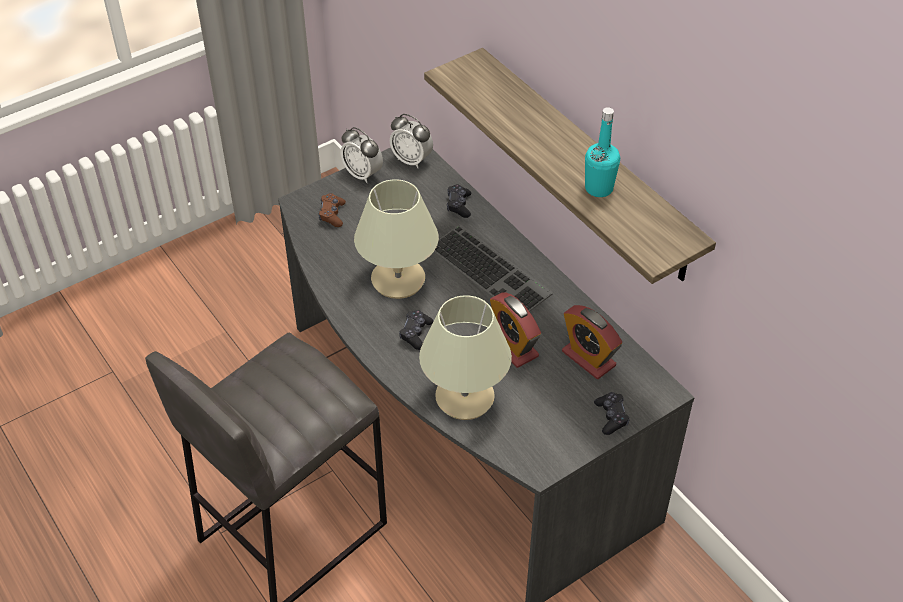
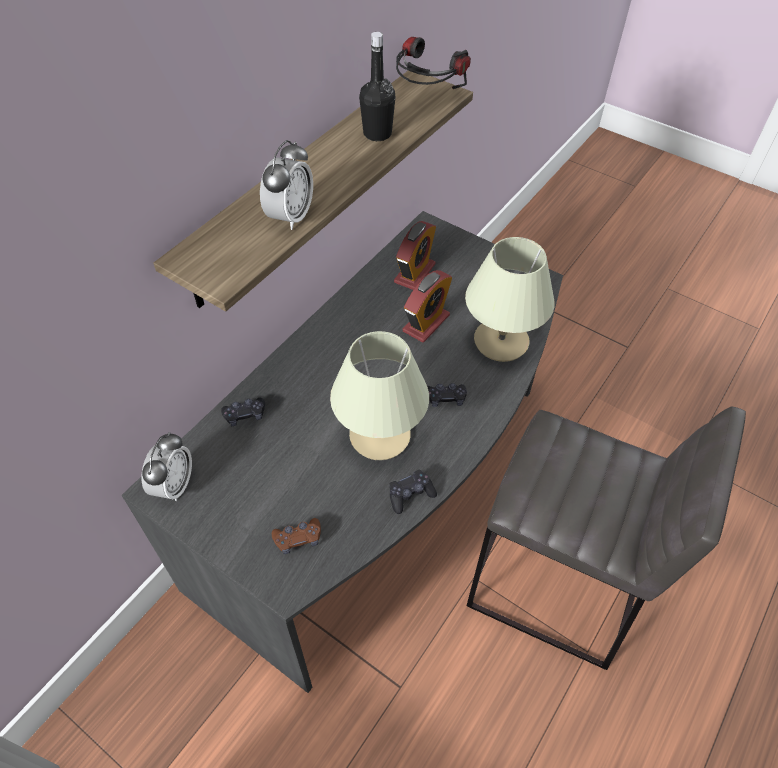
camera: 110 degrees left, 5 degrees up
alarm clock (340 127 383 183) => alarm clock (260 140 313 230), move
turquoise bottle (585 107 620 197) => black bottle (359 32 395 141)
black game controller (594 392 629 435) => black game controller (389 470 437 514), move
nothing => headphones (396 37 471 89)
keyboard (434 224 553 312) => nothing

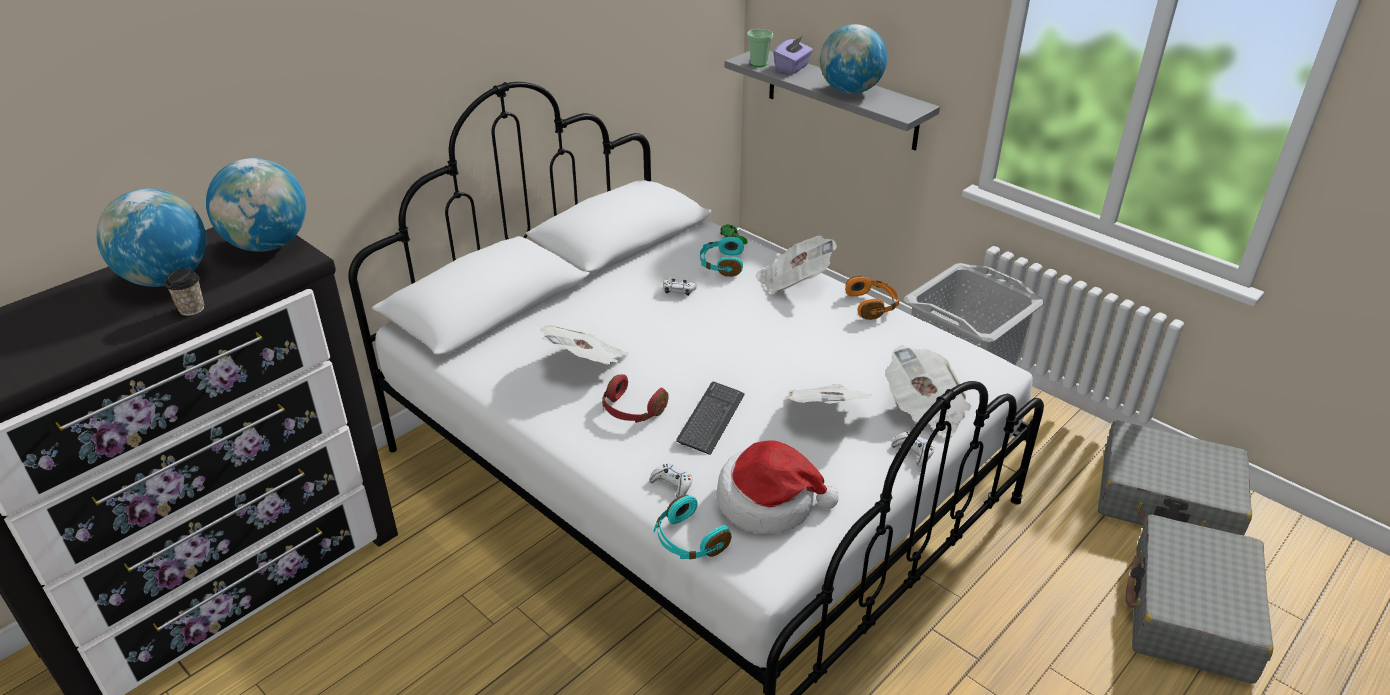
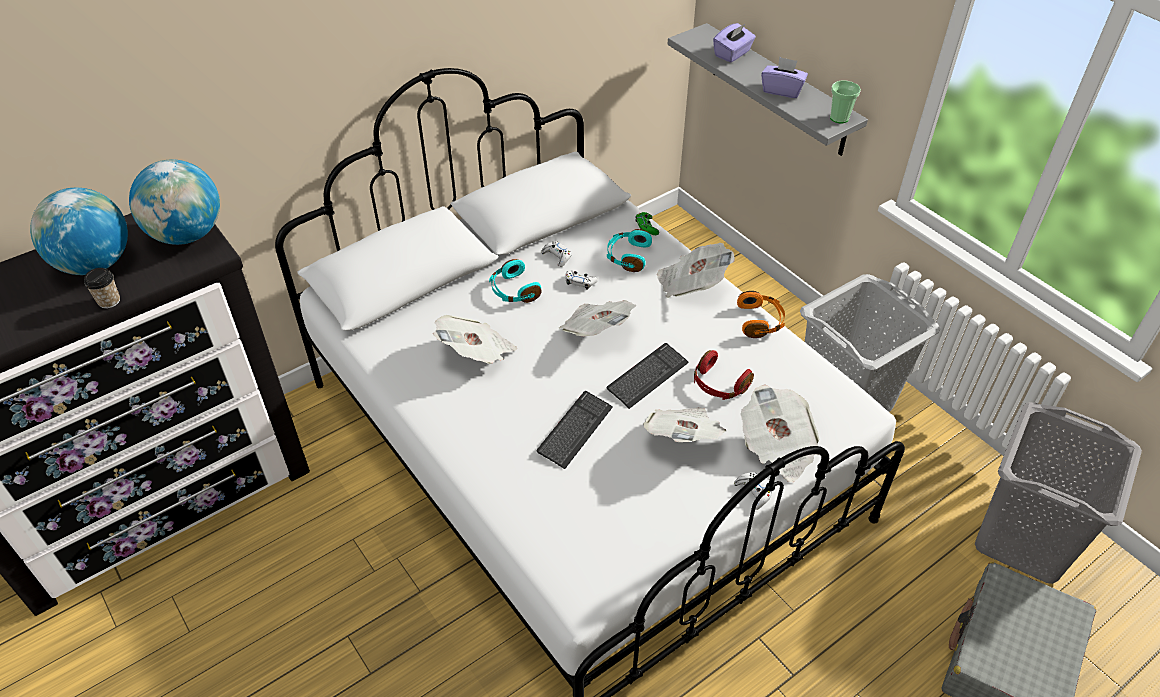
camera: 10 degrees right, 10 degrees up
turquoise headphones (654 495 731 559) => turquoise headphones (489 259 541 303), move
white game controller (649 463 692 498) => white game controller (541 241 571 267), move
nothing => newspaper (559 300 636 336)
nothing => keyboard (607 343 688 409)
red headphones (602 374 668 423) => red headphones (694 350 754 400), move
globe (820 24 887 94) => purple tissue box (761 57 808 98)
cup (747 29 773 67) => cup (830 81 861 123), move
grey suitcase (1098 420 1252 535) => grey laundry basket (975 402 1142 584)
hat (716 440 839 534) => nothing

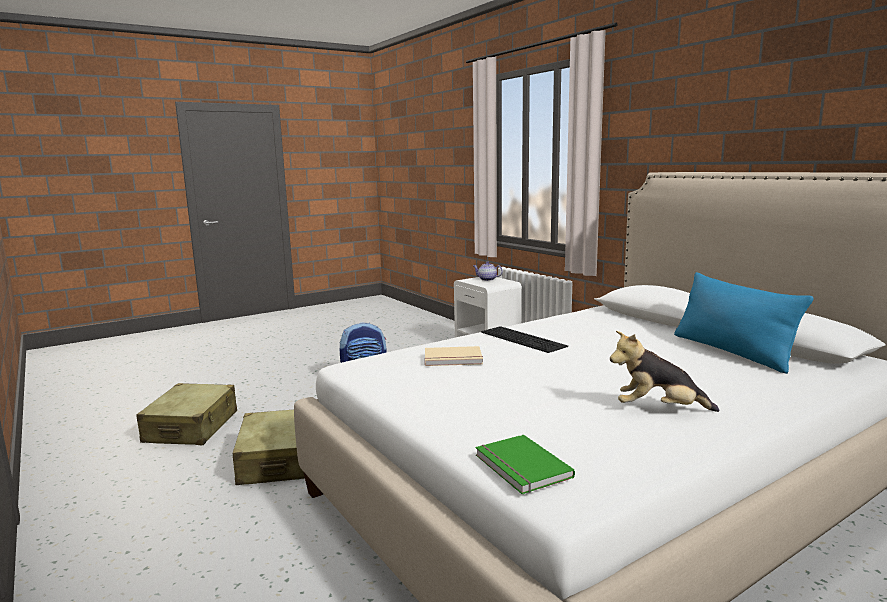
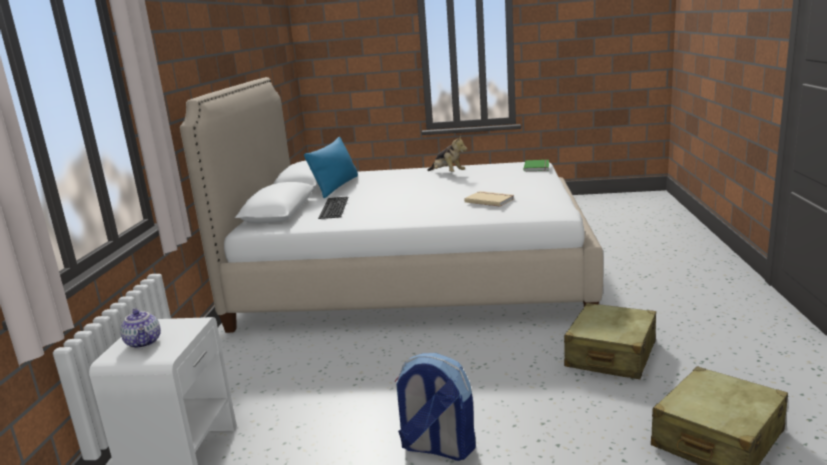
camera: 140 degrees left, 5 degrees up
keyboard (481 326 568 353) => keyboard (318 197 348 219), move

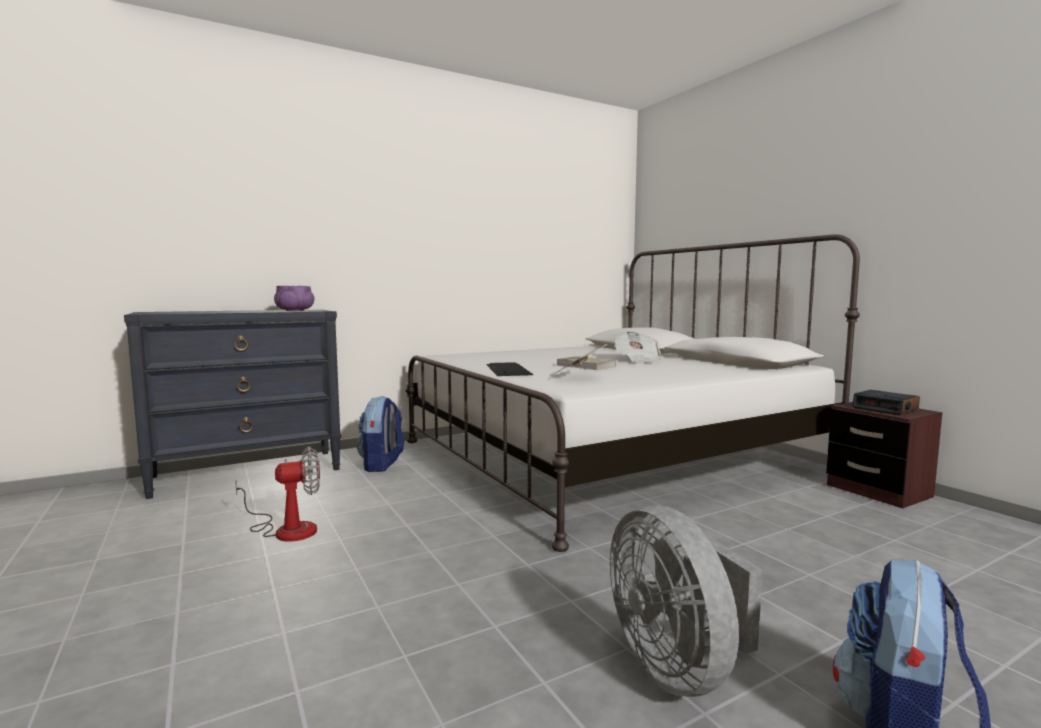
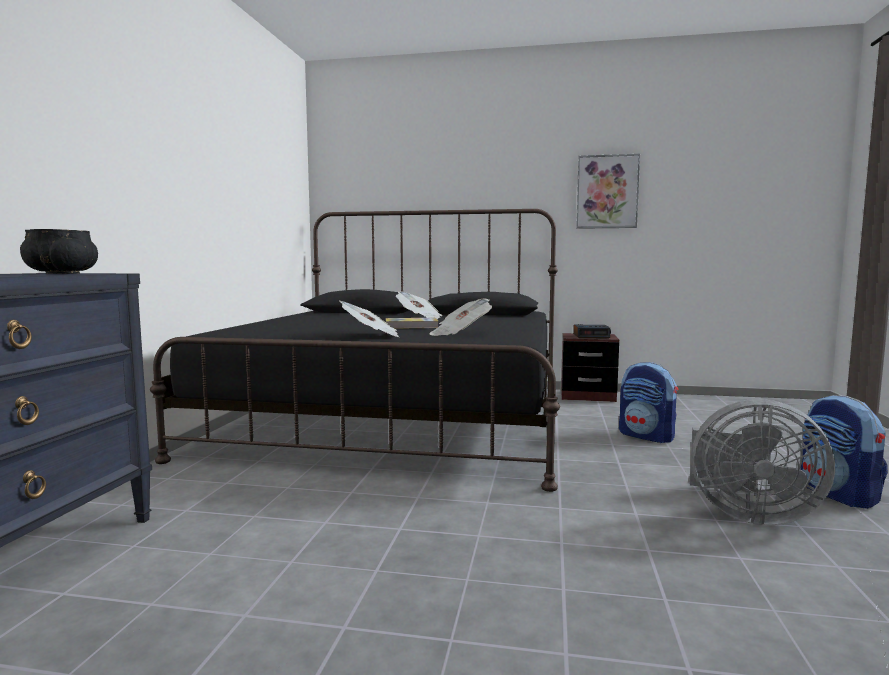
camera: 50 degrees left, 0 degrees up
purple bowl (274 286 314 311) => black bowl (20 229 98 274)
white bed (406 234 860 552) => black bed (150 209 560 492)
keyboard (487 362 533 376) => newspaper (340 301 400 338)
nothing => picture (576 154 640 229)
backpack (357 396 404 472) => backpack (619 362 679 443), move
fan (235 447 320 542) => nothing

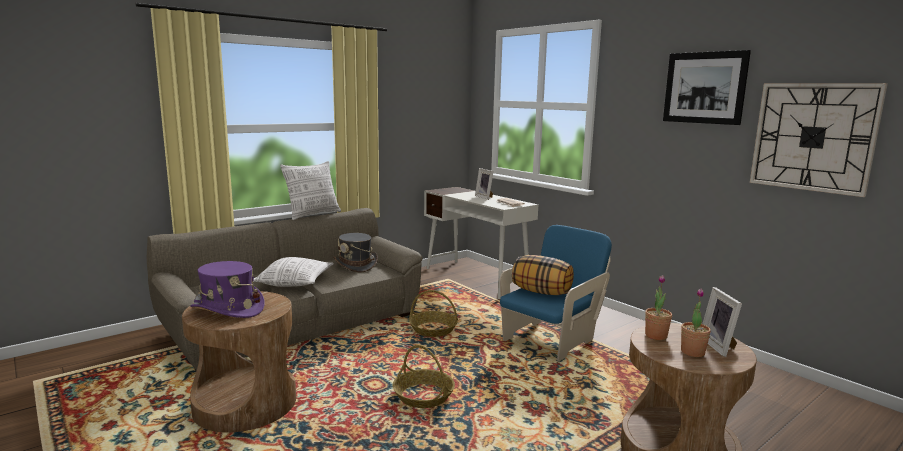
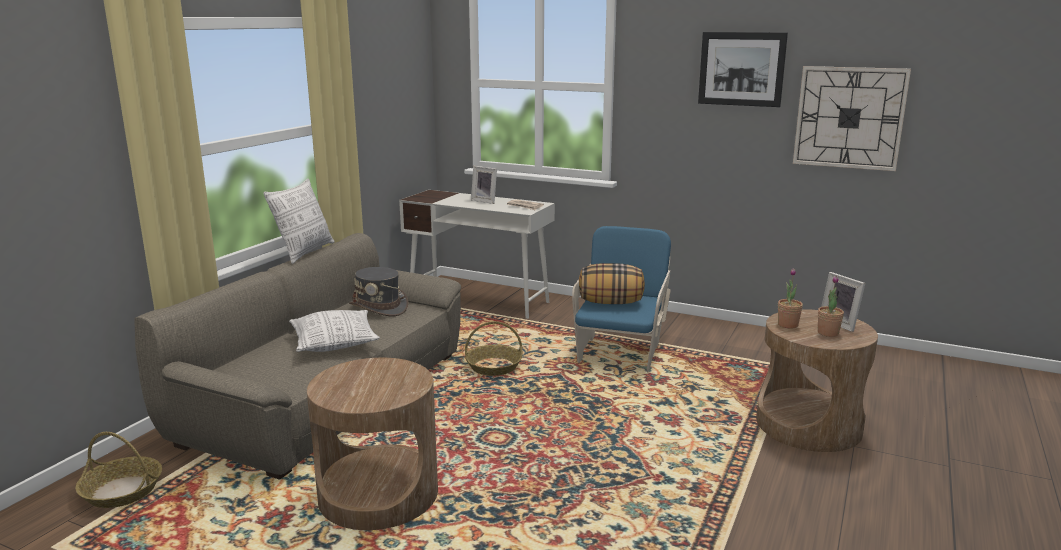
camera: 25 degrees left, 5 degrees up
basket (393 345 455 408) => basket (75 432 162 508), move
purple hat (190 261 265 318) => nothing

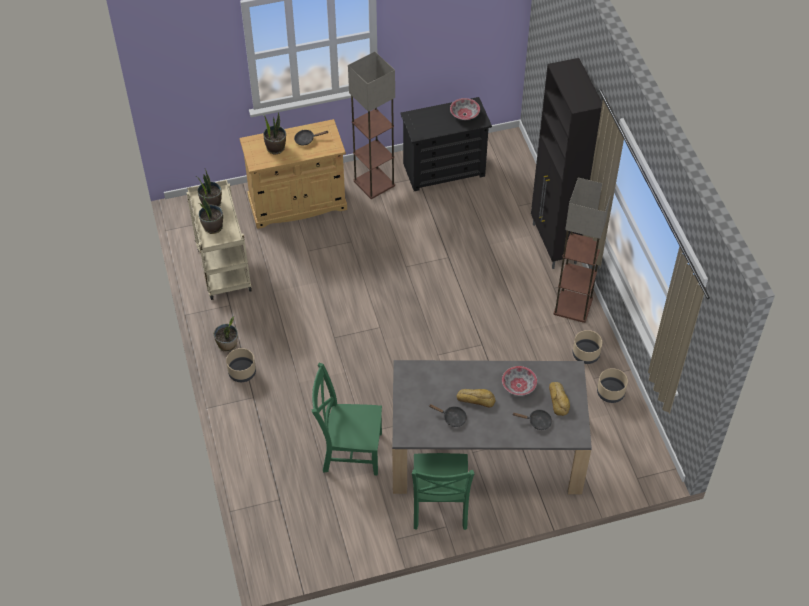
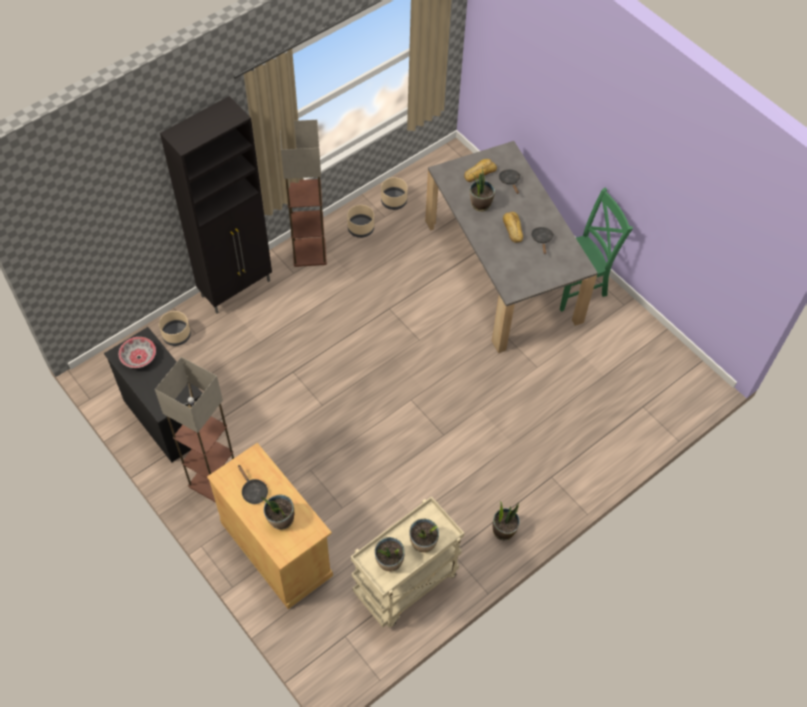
camera: 115 degrees left, 5 degrees up
beige planter (226 348 256 382) => beige planter (159 311 191 346), move
bowl (502 366 537 396) => potted plant (470 166 495 211)
green chair (312 363 382 476) => nothing

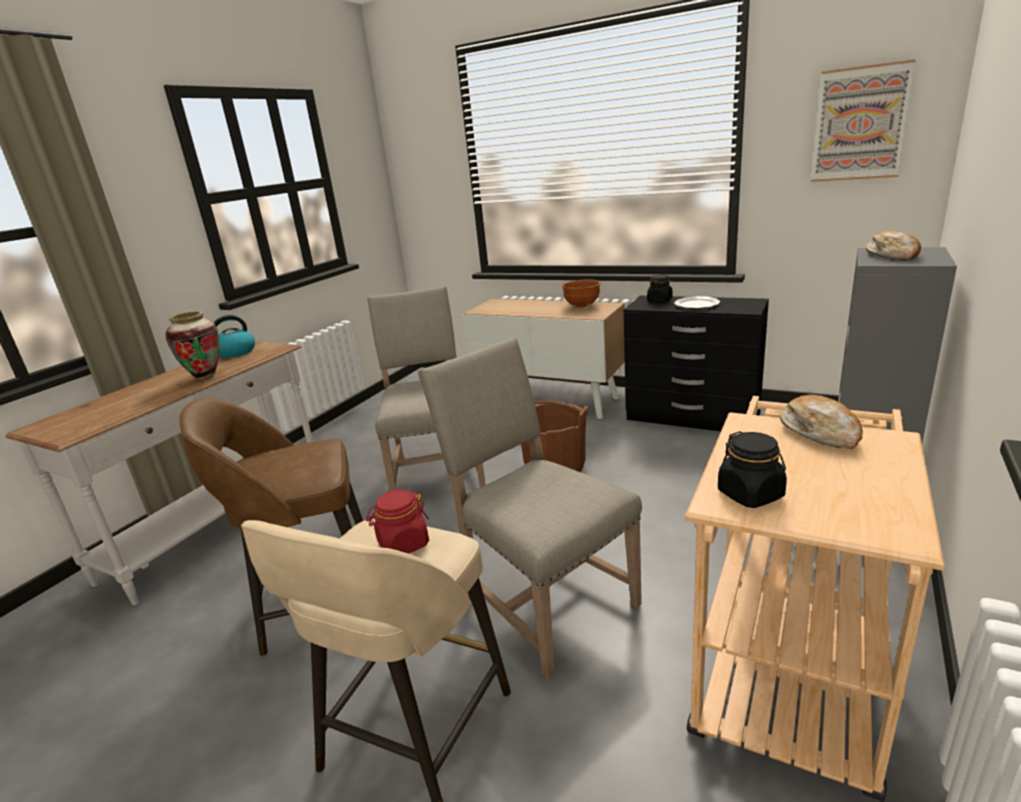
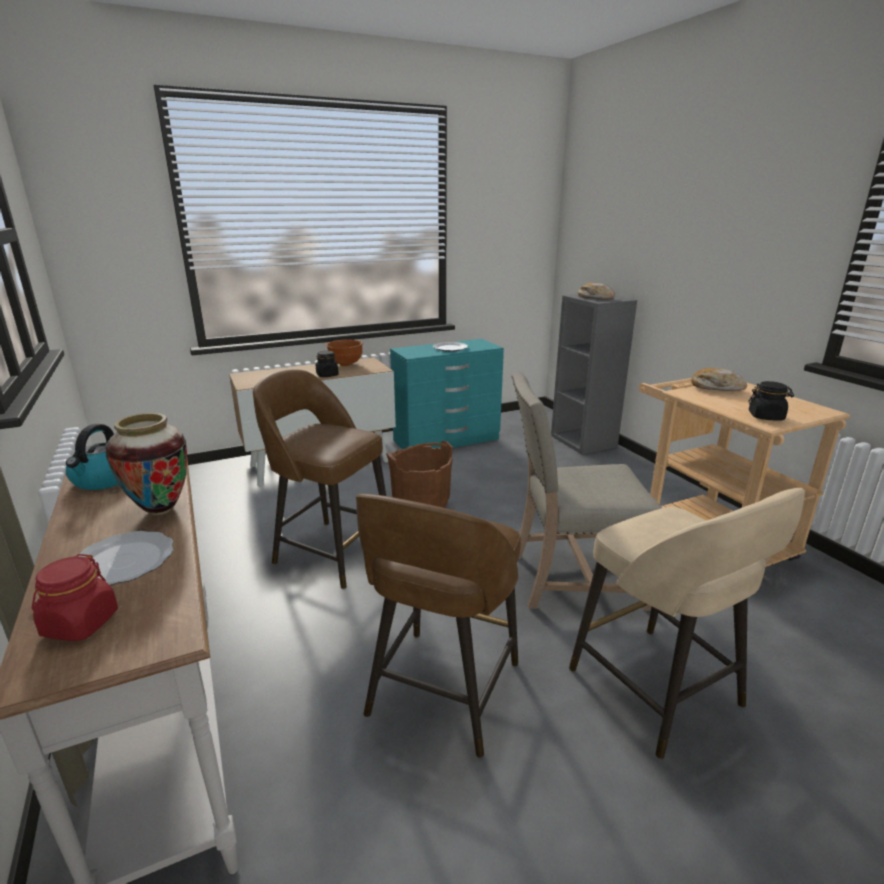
camera: 55 degrees left, 0 degrees up
red jar (366 490 429 553) => red jar (32 554 118 641), move
nothing => plate (79 531 173 585)
beige chair (367 286 486 491) => brown stool (253 369 386 589)
black jar (647 274 672 303) => black jar (316 351 339 377), move
black dresser (623 296 769 431) => turquoise dresser (390 339 504 449)
picture (811 59 916 182) => nothing

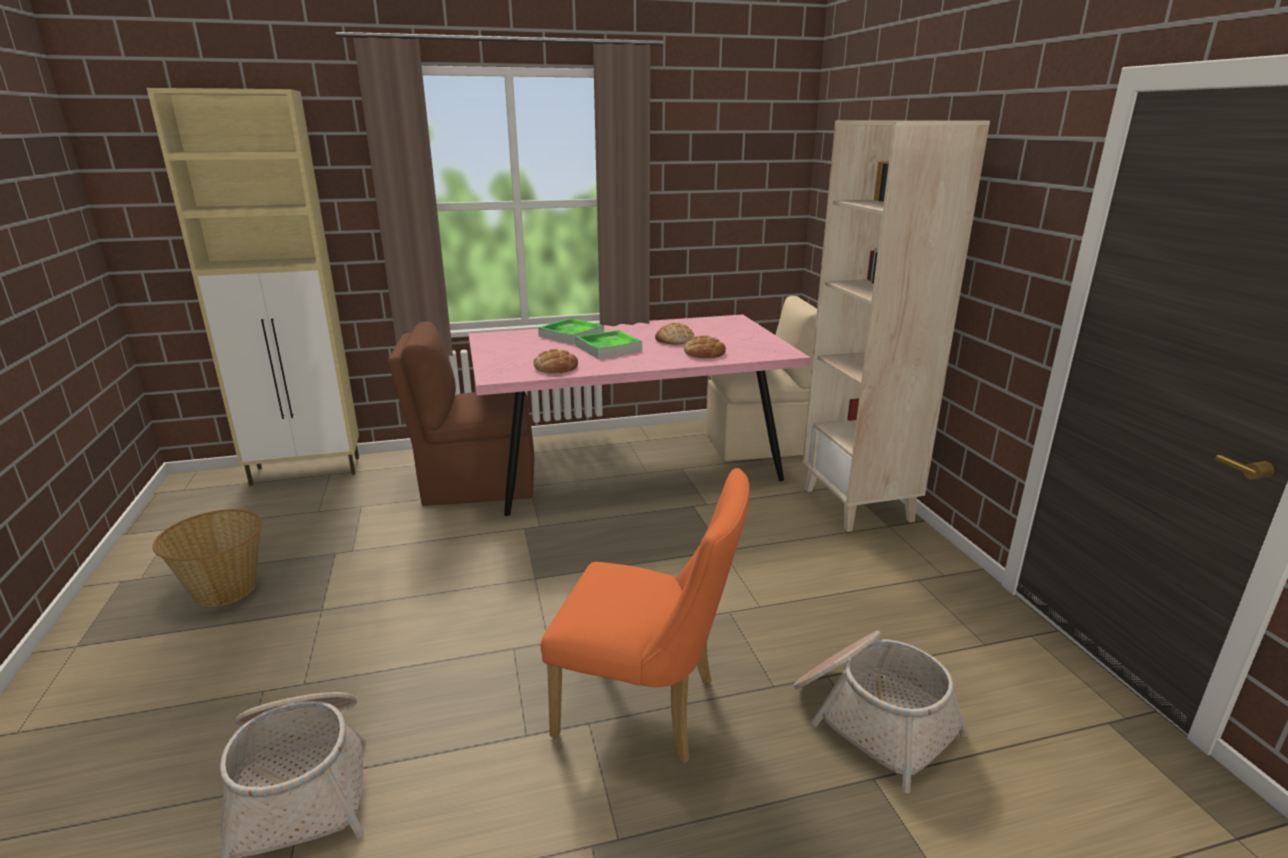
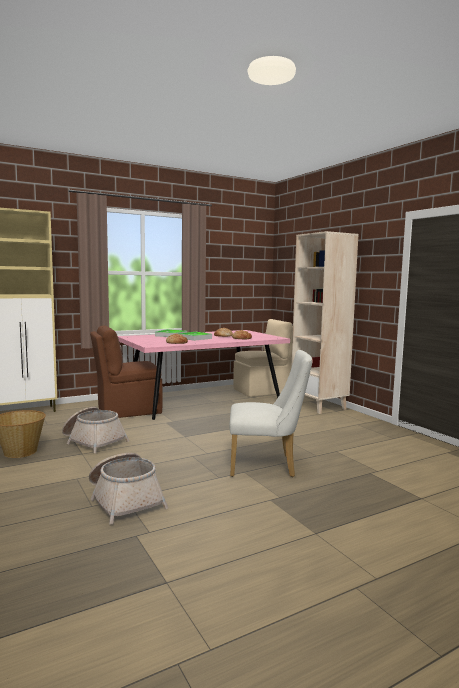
camera: 15 degrees left, 15 degrees down
basket (794 631 968 793) => basket (62 407 129 453), move
orange chair (541 468 749 764) => white chair (229 350 312 477)

